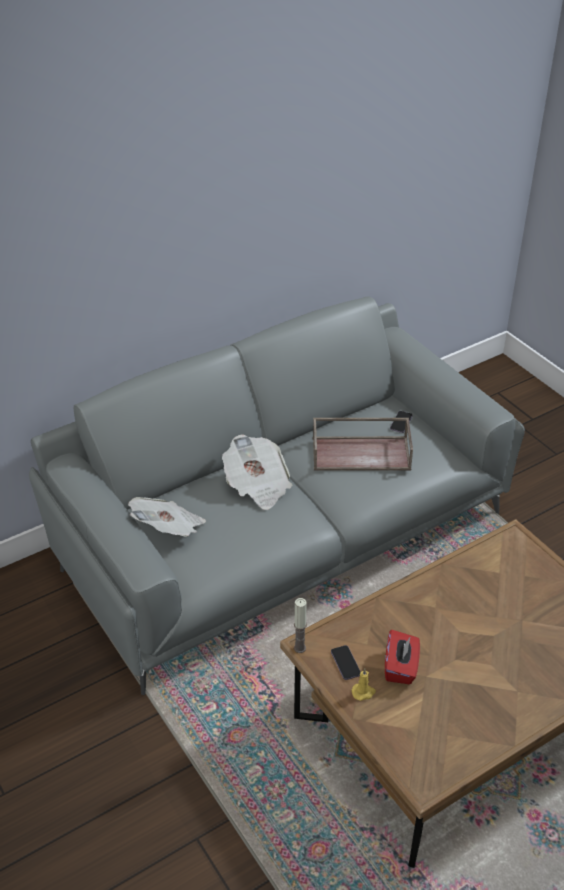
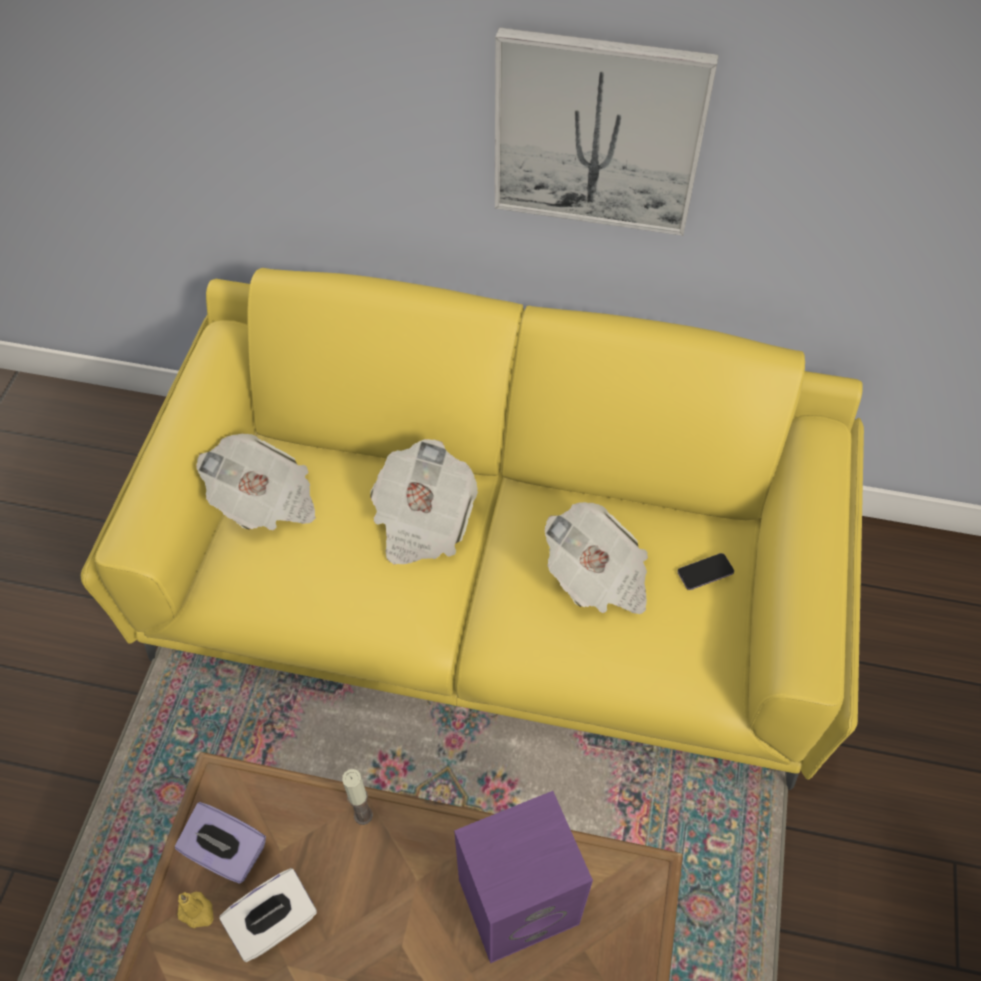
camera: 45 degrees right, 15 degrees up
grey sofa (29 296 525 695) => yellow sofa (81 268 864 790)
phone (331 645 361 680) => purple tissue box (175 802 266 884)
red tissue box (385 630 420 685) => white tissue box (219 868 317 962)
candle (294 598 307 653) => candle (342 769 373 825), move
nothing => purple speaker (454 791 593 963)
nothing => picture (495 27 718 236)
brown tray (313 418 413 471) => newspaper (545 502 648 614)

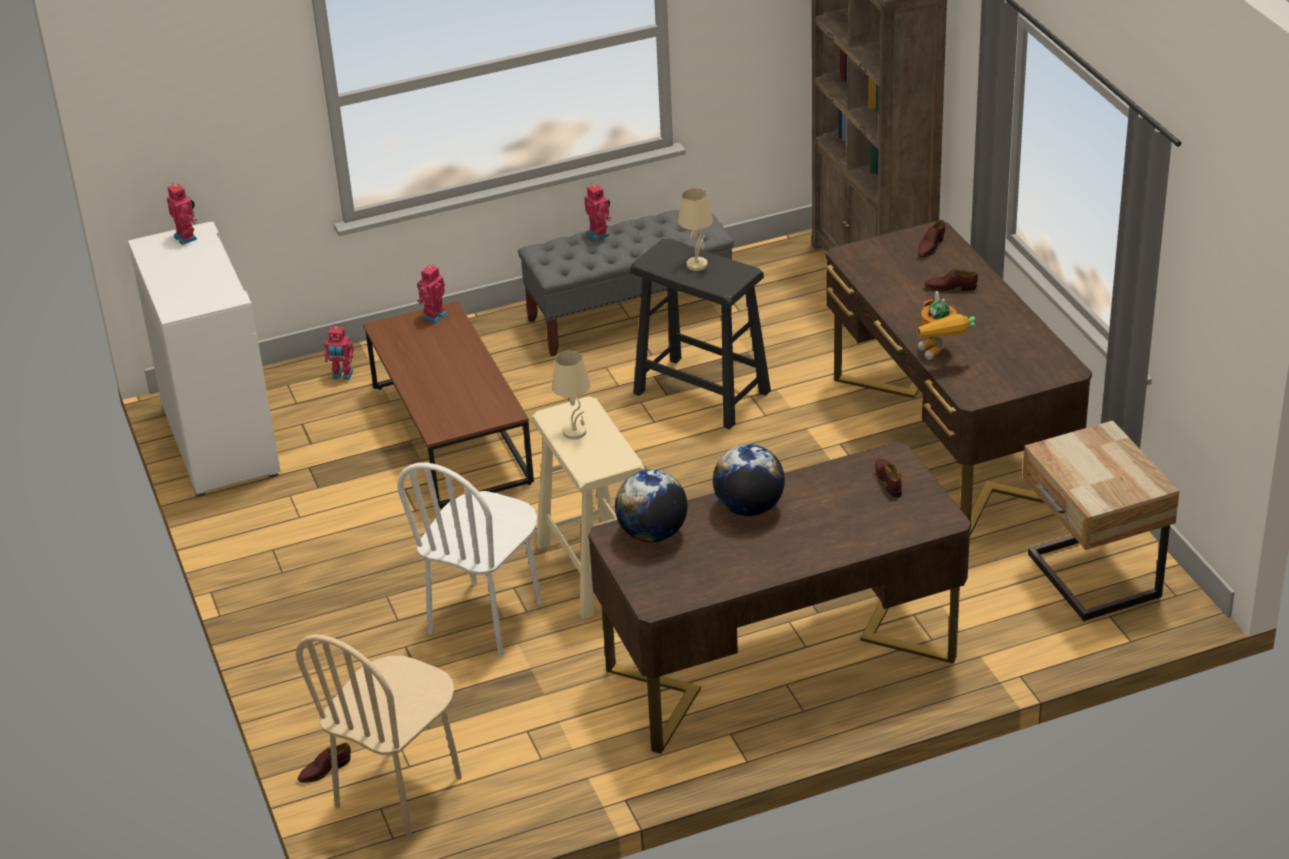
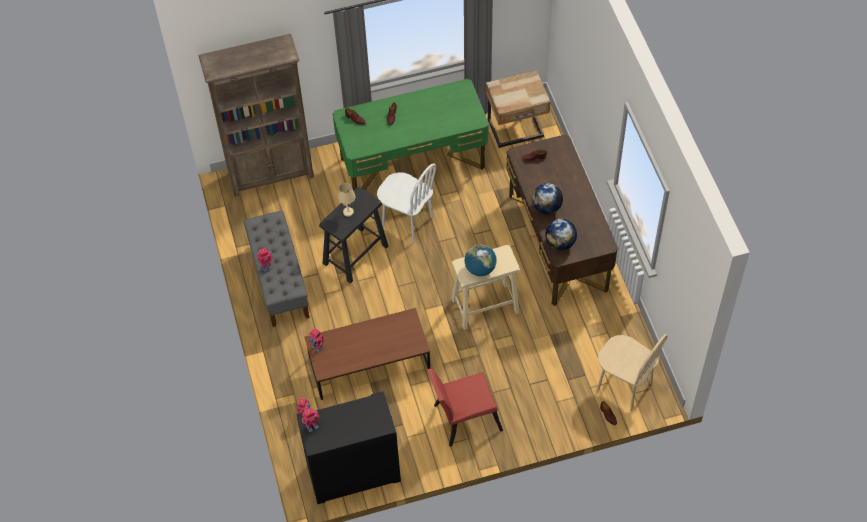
camera: 85 degrees left, 20 degrees up
white cabinet (128 222 281 497) => black cabinet (296 391 401 504)
brown desk (826 221 1092 535) => green desk (333 79 489 191)
white chair (397 463 542 657) => white chair (377 163 436 243), move
nothing => red chair (427 369 503 447)
beige table lamp (552 351 590 439) => globe (465 244 497 276)
toy robot (917 291 976 360) => nothing

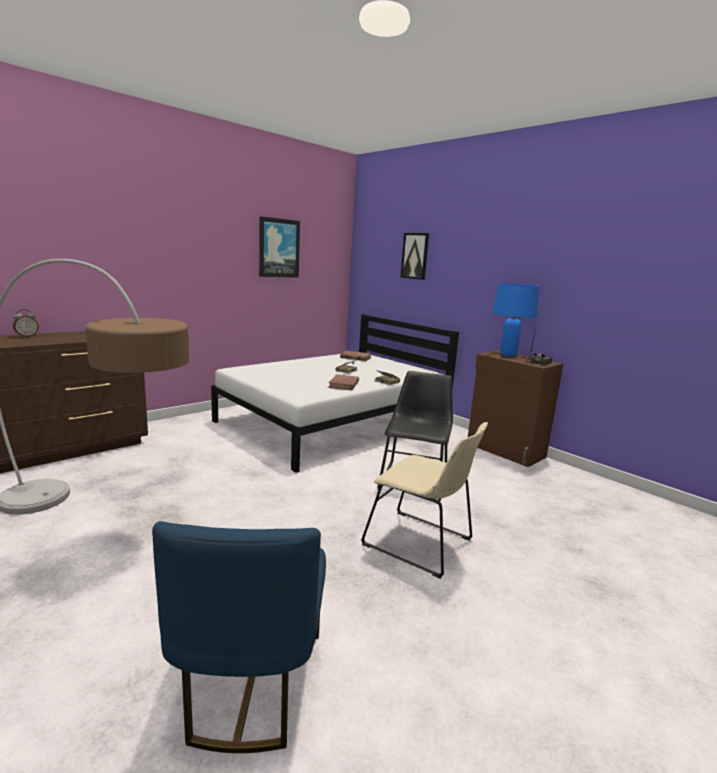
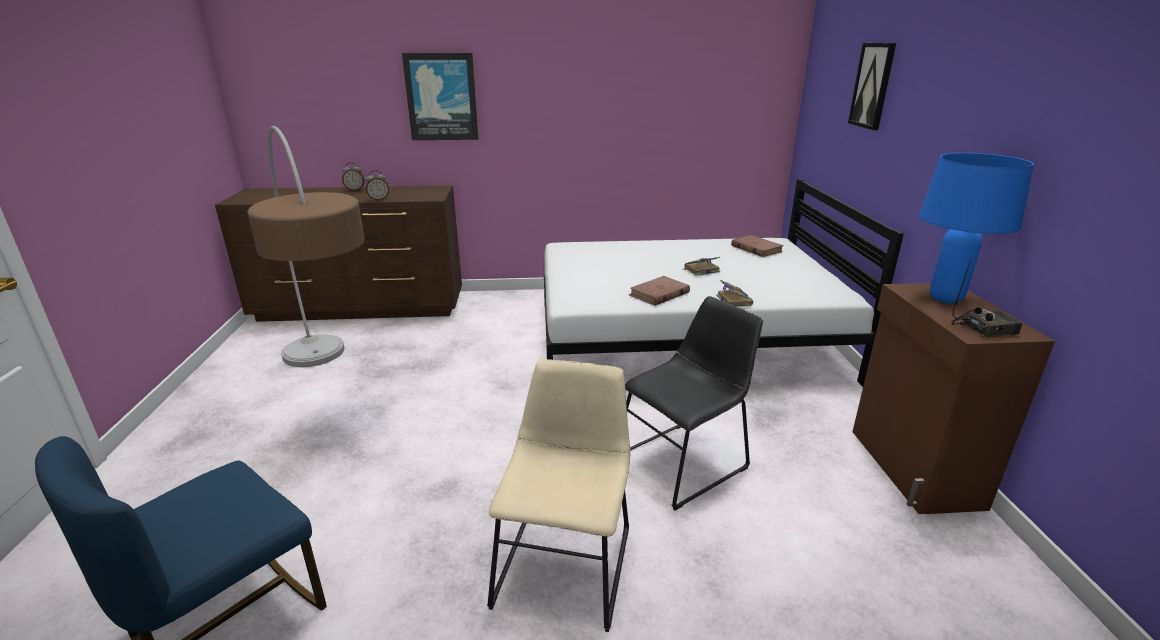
camera: 40 degrees right, 10 degrees up
nothing => alarm clock (365 170 389 201)
picture (259 216 300 278) => picture (402 53 478 140), move
beige chair (361 422 488 579) => beige chair (487 359 630 632), 150 degrees counterclockwise

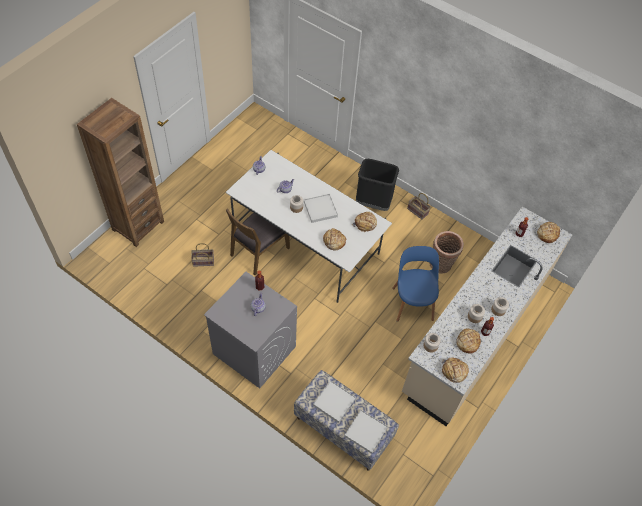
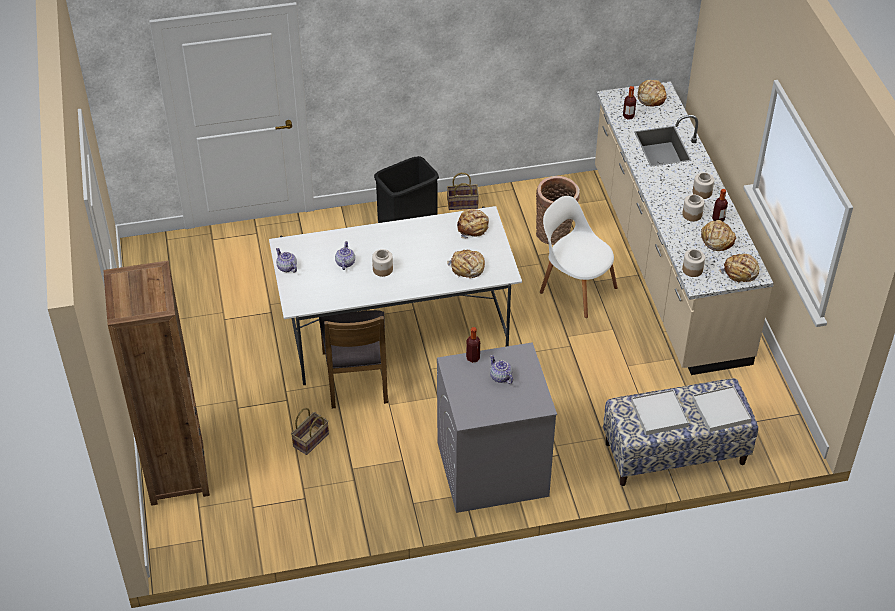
camera: 45 degrees left, 10 degrees down
blue chair (392 246 439 322) => white chair (540 196 618 318)
white tray (304 194 338 223) => nothing

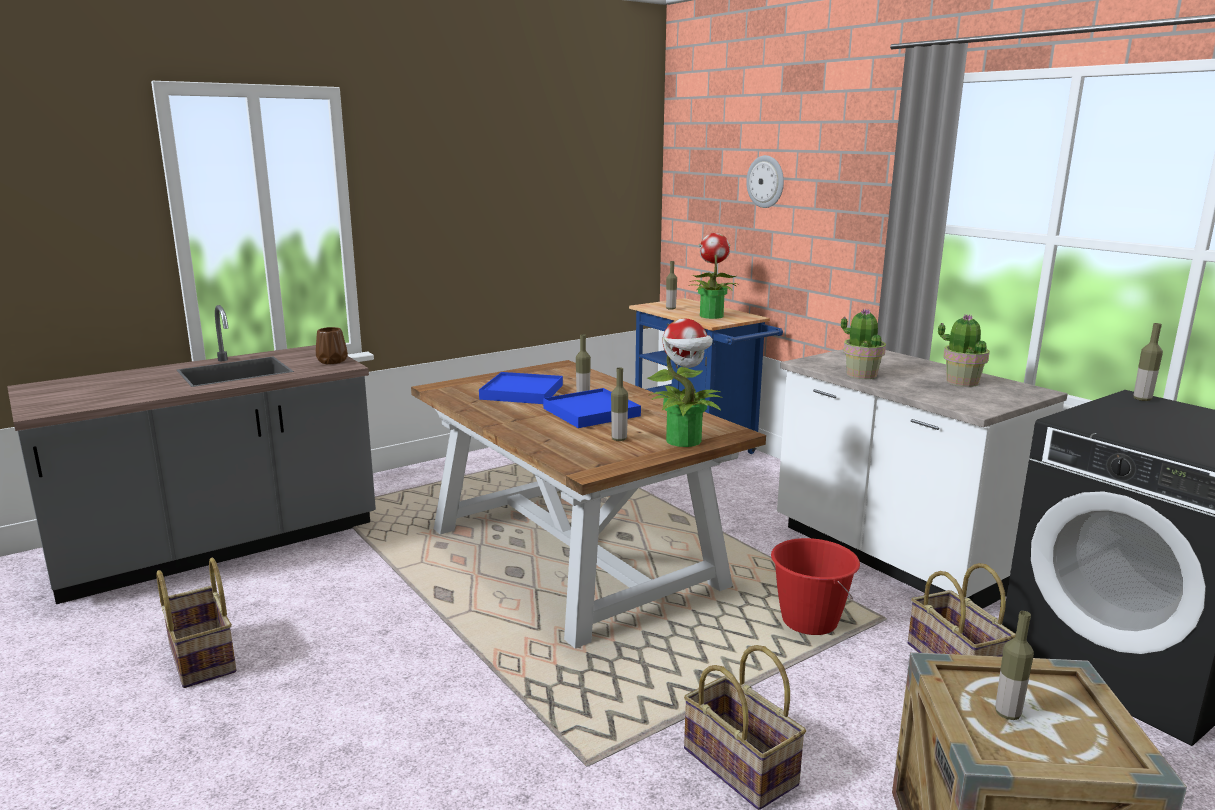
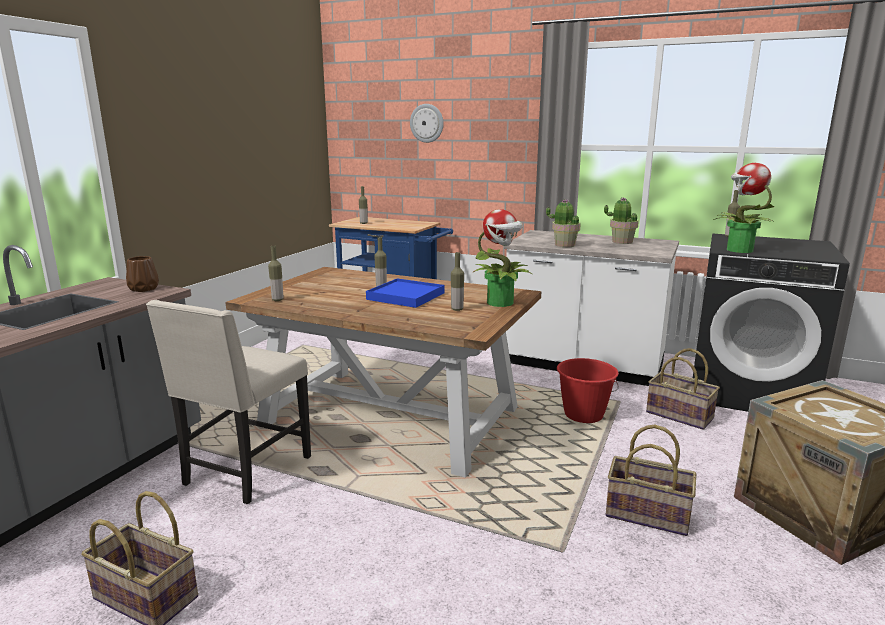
camera: 30 degrees left, 0 degrees up
nothing => beige chair (146 300 311 504)
bottle (995 611 1034 720) => bottle (268 246 284 301), move
potted plant (688 233 737 319) => potted plant (714 163 774 253), move
blue tray (479 372 563 404) => nothing

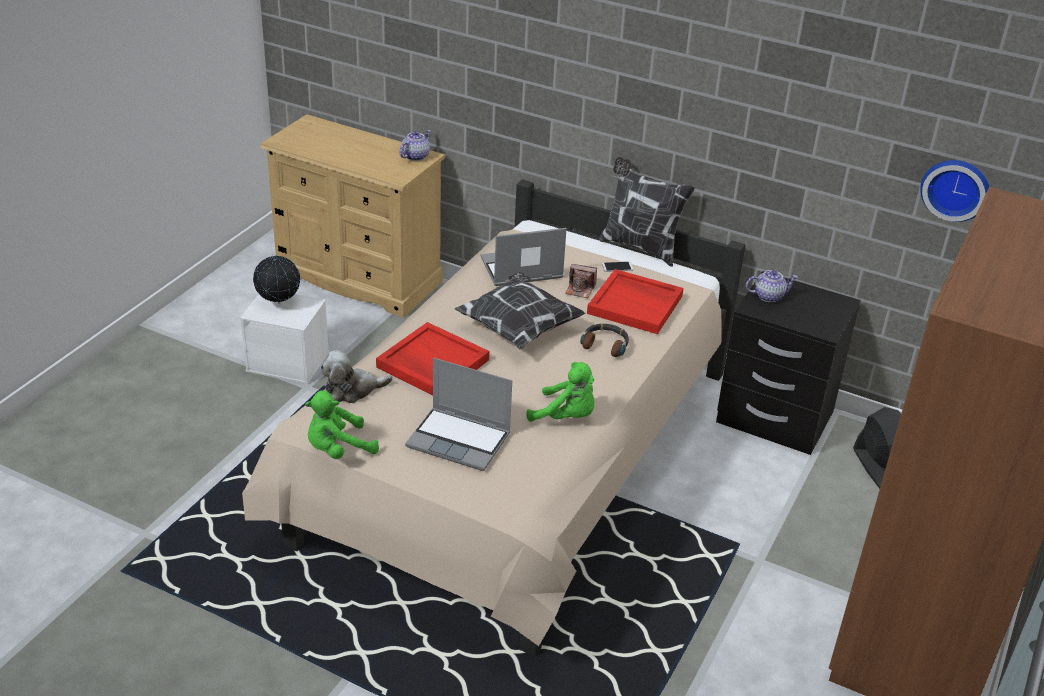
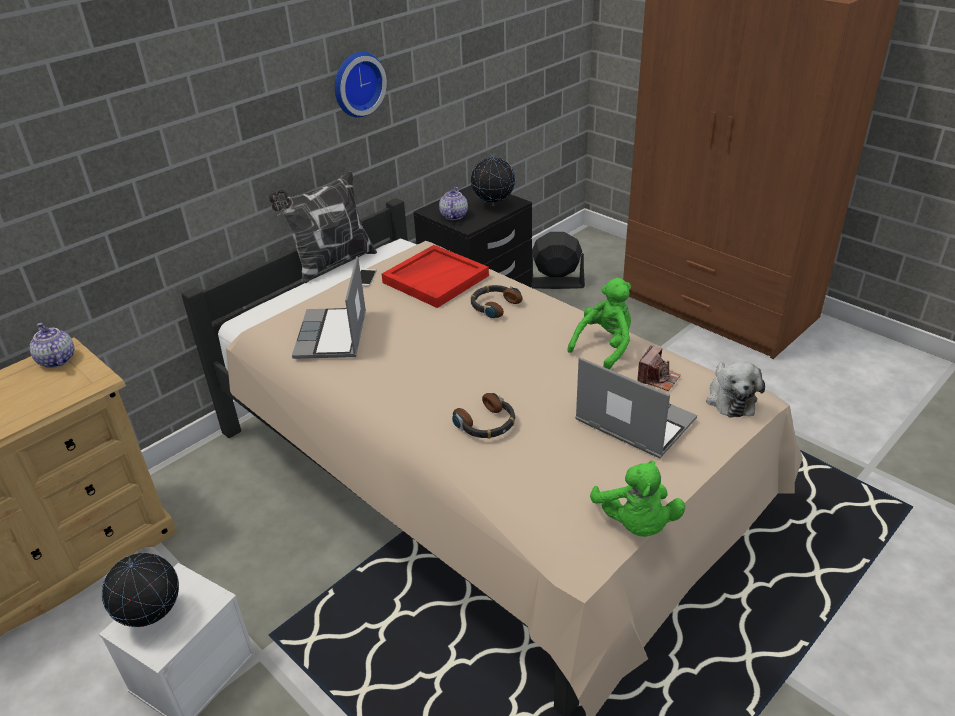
camera: 70 degrees left, 0 degrees up
wall clock (920 160 989 222) => wall clock (335 52 387 118), move
red tray (376 322 490 395) => headphones (452 393 515 439)
nothing => globe (471 154 515 206)
laptop (405 358 512 471) => laptop (575 357 697 458), 90 degrees counterclockwise
photo camera (565 264 597 298) => photo camera (637 345 681 391), move
plush toy (320 350 393 403) => plush toy (706 362 765 418), move
pillow (455 272 586 350) => nothing

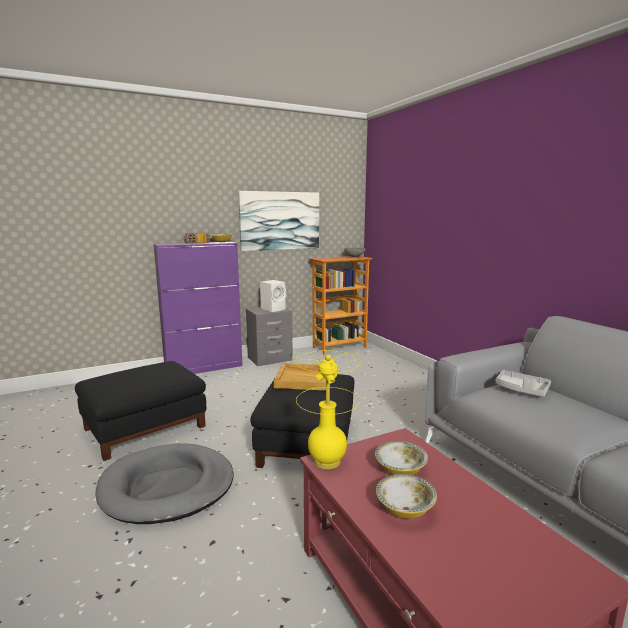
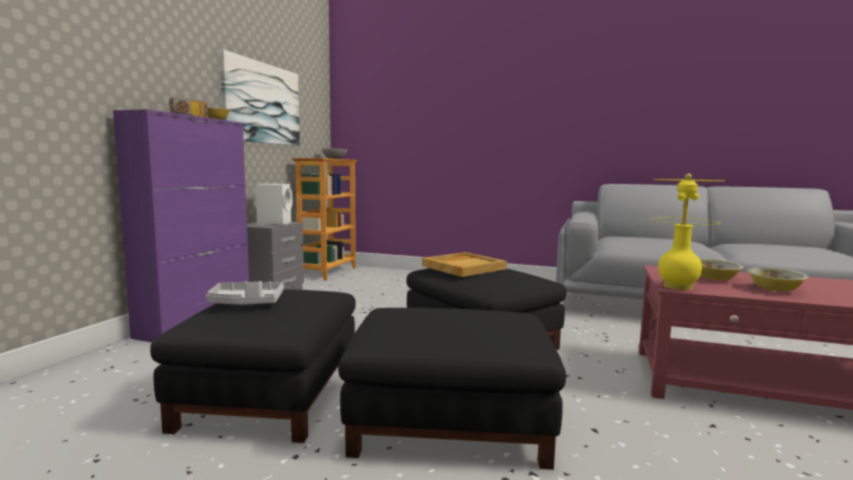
camera: 45 degrees left, 5 degrees down
grey tray (495 370 551 397) => grey tray (206 281 284 305), move
grey dog bed (96 443 233 524) => black ottoman (338 308 566 470)

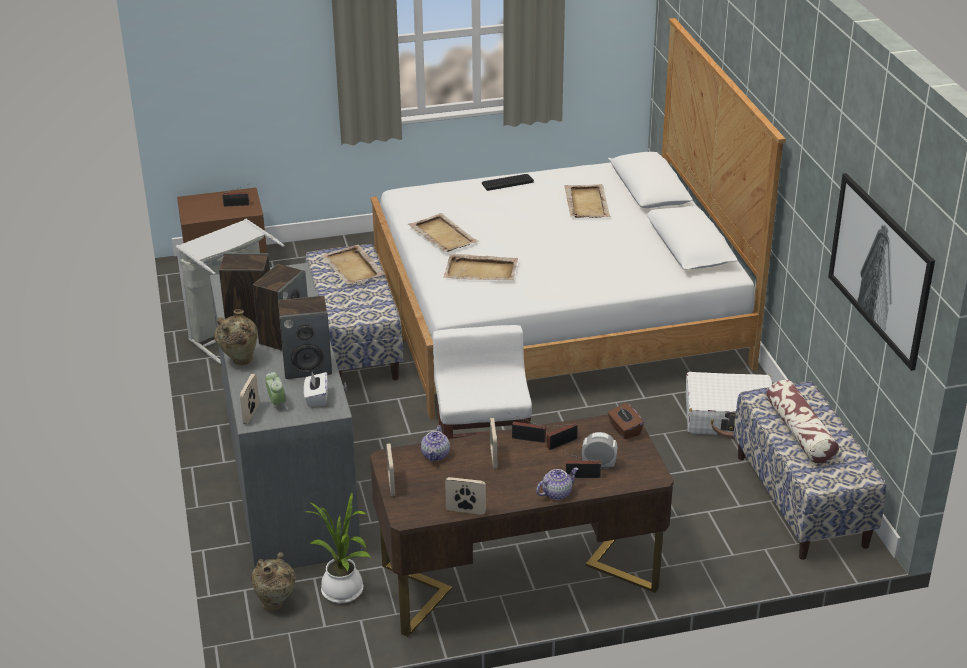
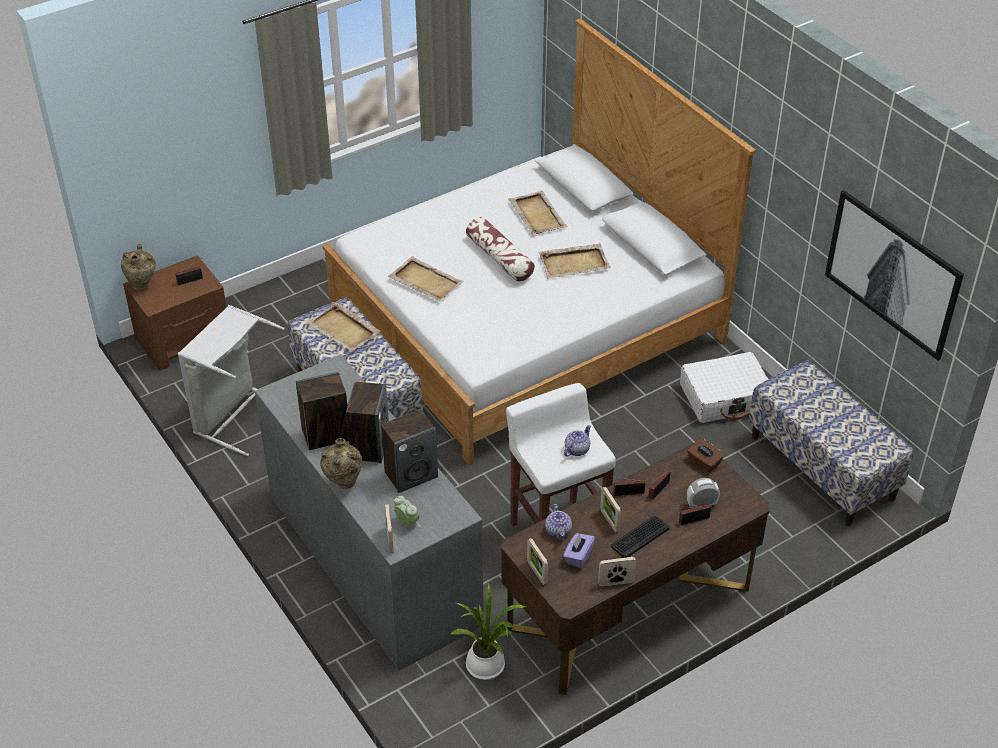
camera: 20 degrees left, 10 degrees up
beige vase (251 552 296 611) => beige vase (121 244 156 291), move
pillow (766 380 839 464) => pillow (466 217 535 282), move
beige tray (443 254 518 280) => beige tray (538 243 610 279), move
nothing => purple tissue box (563 533 595 568)
teapot (536 467 578 500) => teapot (564 425 591 457), move
keyboard (482 174 534 191) => keyboard (611 516 670 558), move
white tissue box (304 372 328 407) => nothing

